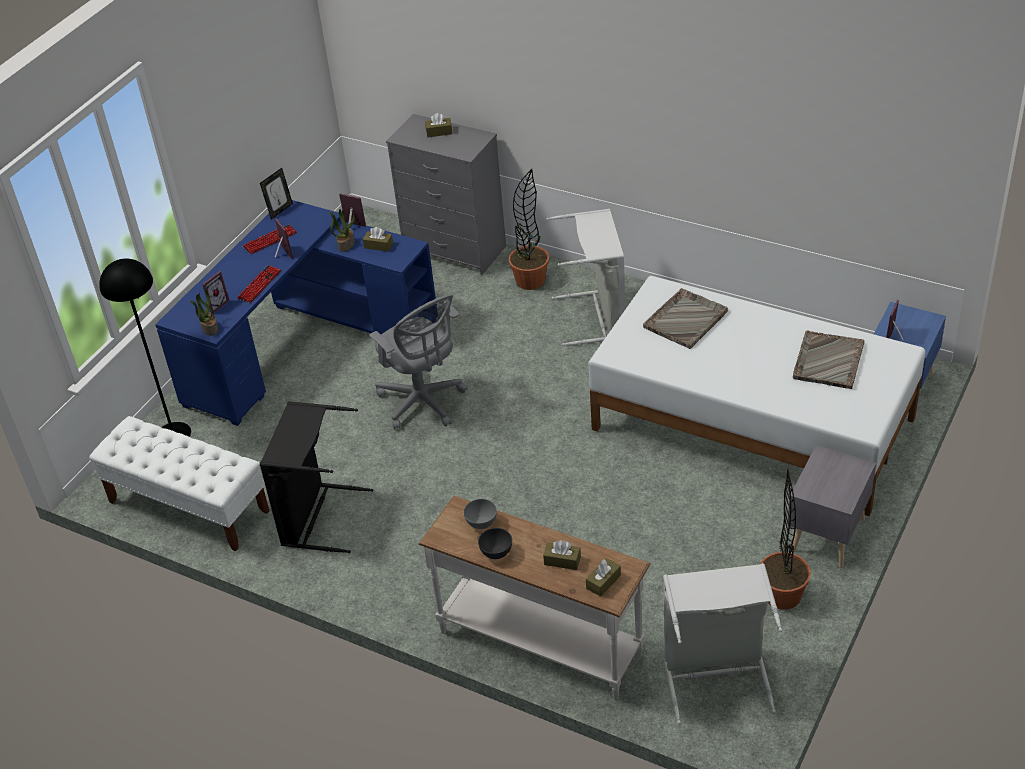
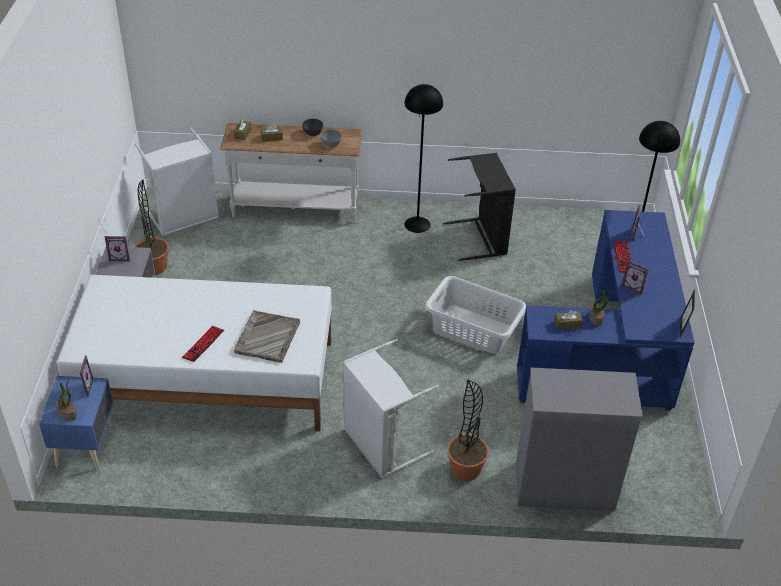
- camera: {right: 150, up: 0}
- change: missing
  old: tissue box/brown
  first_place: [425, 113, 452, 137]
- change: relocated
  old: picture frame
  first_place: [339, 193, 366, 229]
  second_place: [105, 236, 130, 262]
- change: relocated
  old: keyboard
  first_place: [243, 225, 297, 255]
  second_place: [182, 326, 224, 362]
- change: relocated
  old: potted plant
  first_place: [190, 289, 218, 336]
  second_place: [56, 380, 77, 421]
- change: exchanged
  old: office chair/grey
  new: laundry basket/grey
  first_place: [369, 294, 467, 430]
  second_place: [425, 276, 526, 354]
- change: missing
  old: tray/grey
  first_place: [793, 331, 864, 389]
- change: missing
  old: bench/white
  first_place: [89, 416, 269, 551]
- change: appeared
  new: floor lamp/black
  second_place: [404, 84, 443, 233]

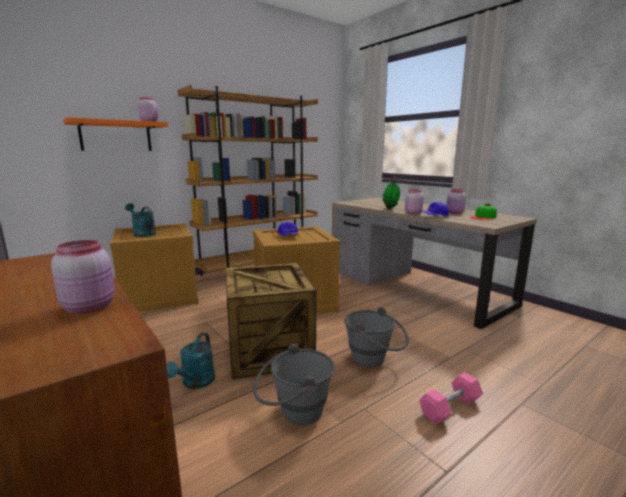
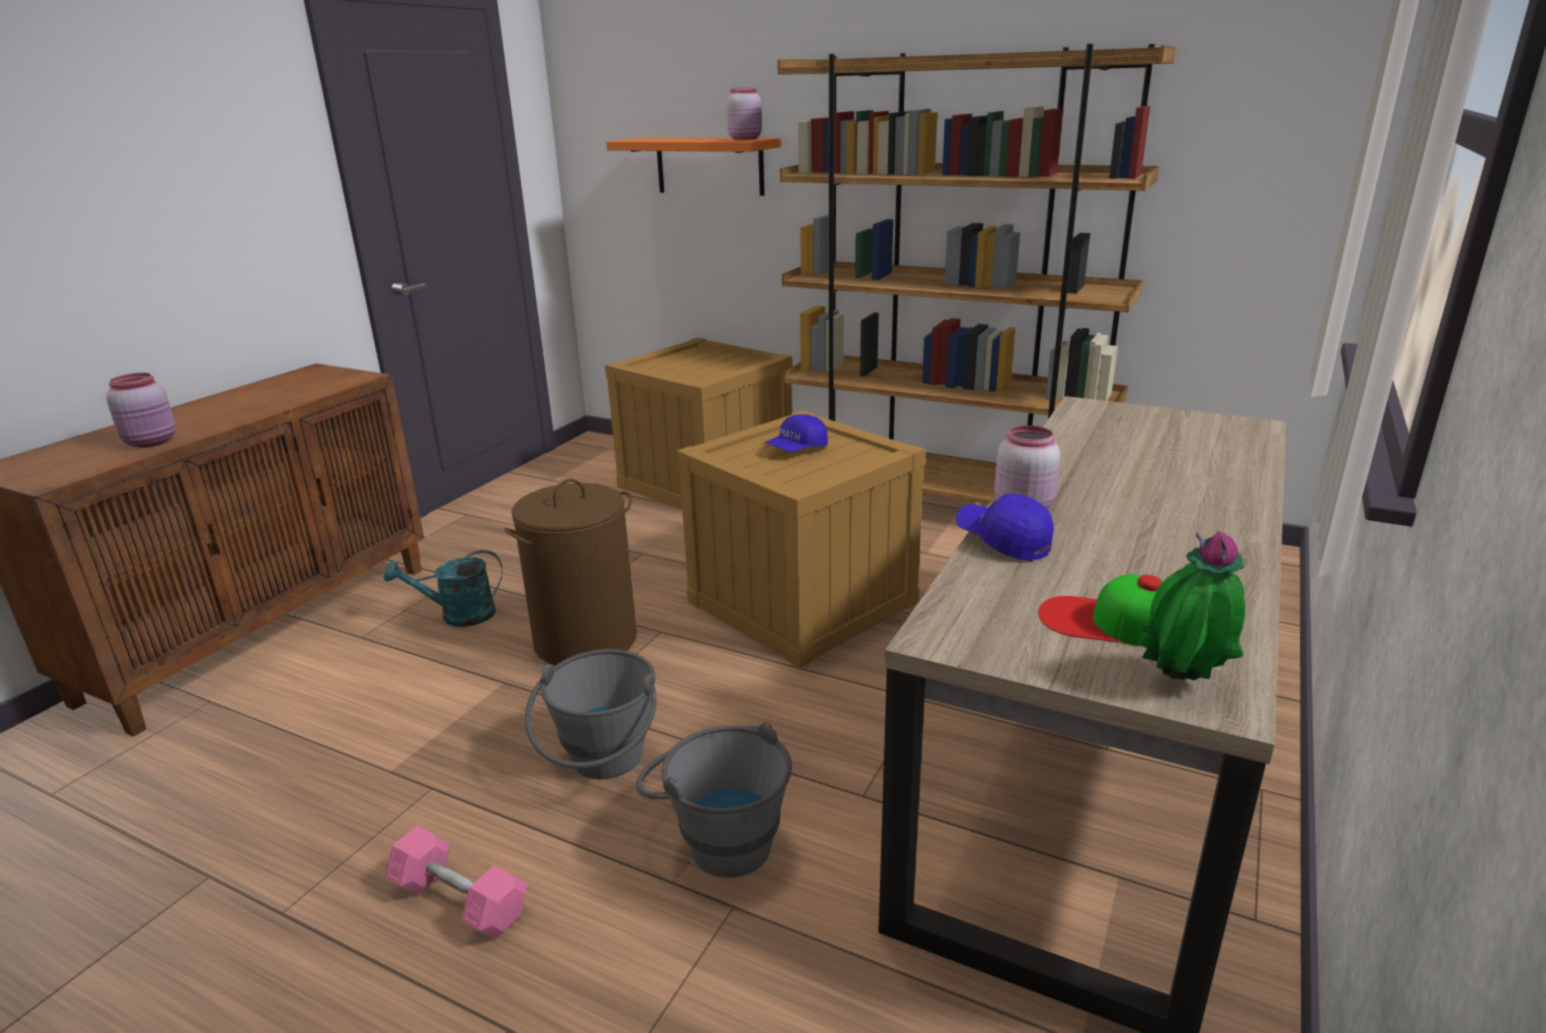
- camera: {right: 65, up: 10}
- change: relocated
  old: potted plant
  first_place: [382, 176, 400, 209]
  second_place: [1139, 531, 1245, 680]
- change: missing
  old: jar/pink
  first_place: [447, 189, 466, 214]
- change: missing
  old: watering can/turquoise
  first_place: [125, 203, 156, 237]
- change: exchanged
  old: crate
  new: laundry basket/brown
  first_place: [226, 263, 316, 379]
  second_place: [504, 479, 637, 666]
- change: relocated
  old: bucket/grey
  first_place: [253, 344, 335, 425]
  second_place: [636, 722, 792, 878]

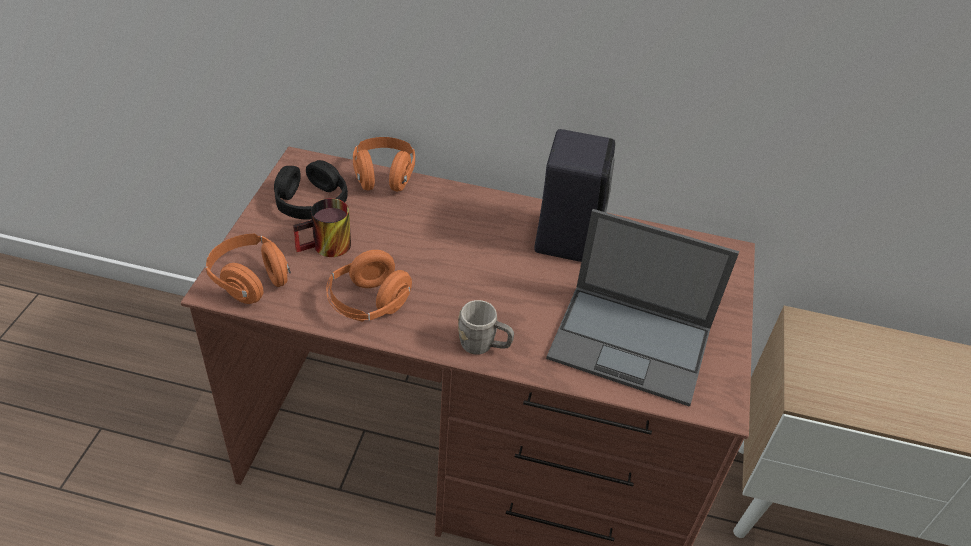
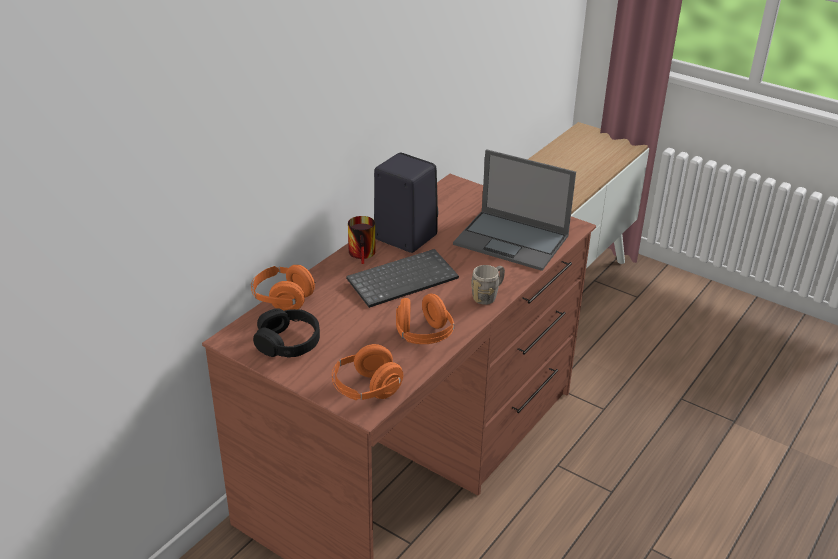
- camera: {right: -65, up: -10}
- change: relocated
  old: mug
  first_place: [293, 198, 351, 257]
  second_place: [348, 216, 376, 264]
- change: spun
  old: laptop
  first_place: [546, 209, 739, 407]
  second_place: [453, 149, 576, 271]
  degrees: 75
- change: appeared
  new: keyboard
  second_place: [346, 249, 459, 308]

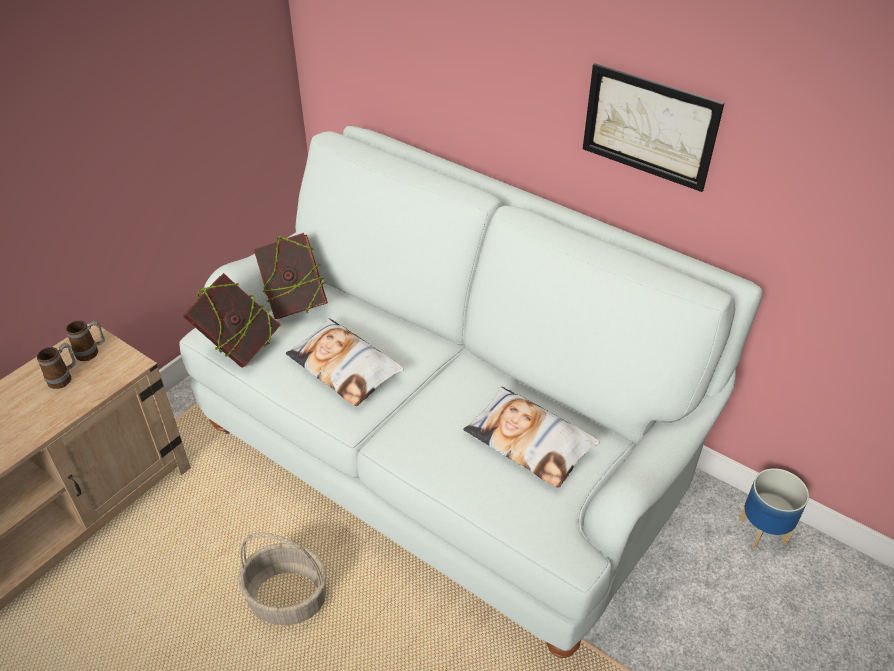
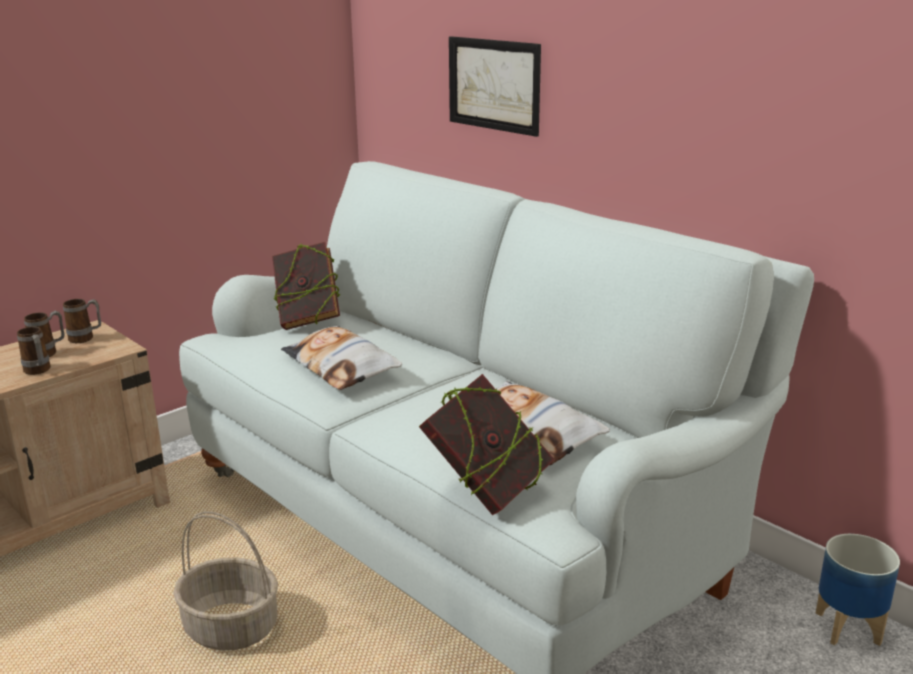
- camera: {right: 10, up: -20}
- change: relocated
  old: picture
  first_place: [583, 64, 724, 192]
  second_place: [449, 36, 541, 137]
- change: relocated
  old: book
  first_place: [183, 273, 280, 368]
  second_place: [419, 374, 555, 515]
- change: appeared
  new: mug
  second_place: [17, 327, 51, 375]

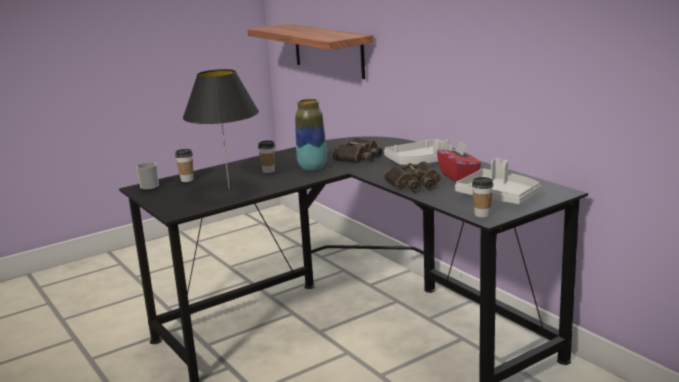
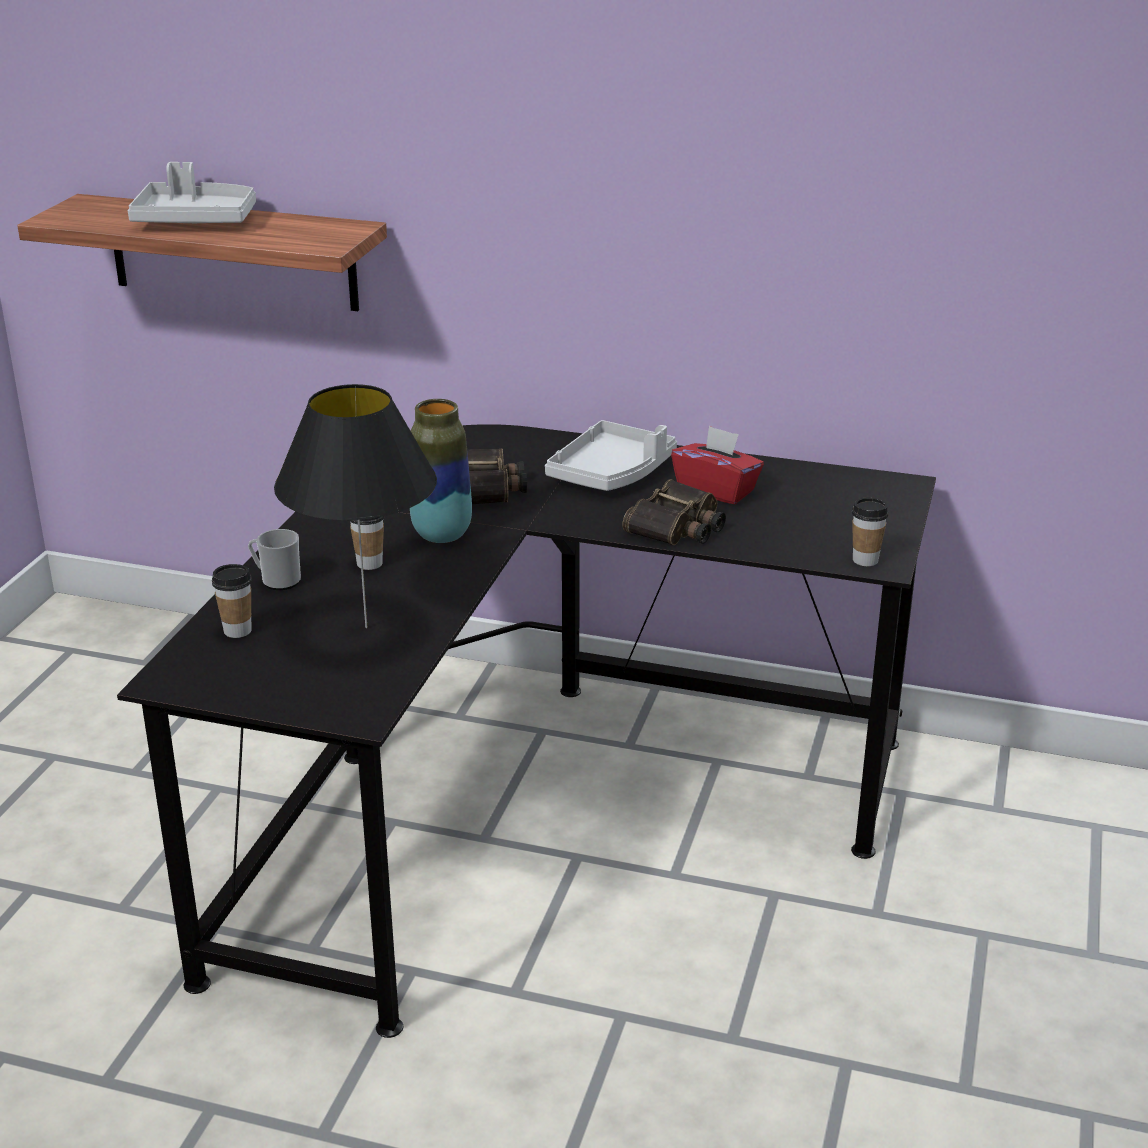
- camera: {right: -40, up: 10}
- change: relocated
  old: tray/grey
  first_place: [455, 158, 540, 205]
  second_place: [127, 162, 256, 223]
- change: relocated
  old: mug
  first_place: [136, 162, 159, 191]
  second_place: [248, 529, 301, 590]

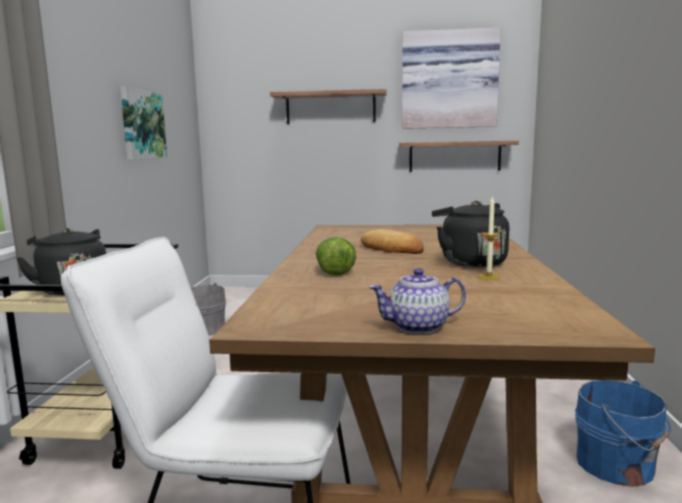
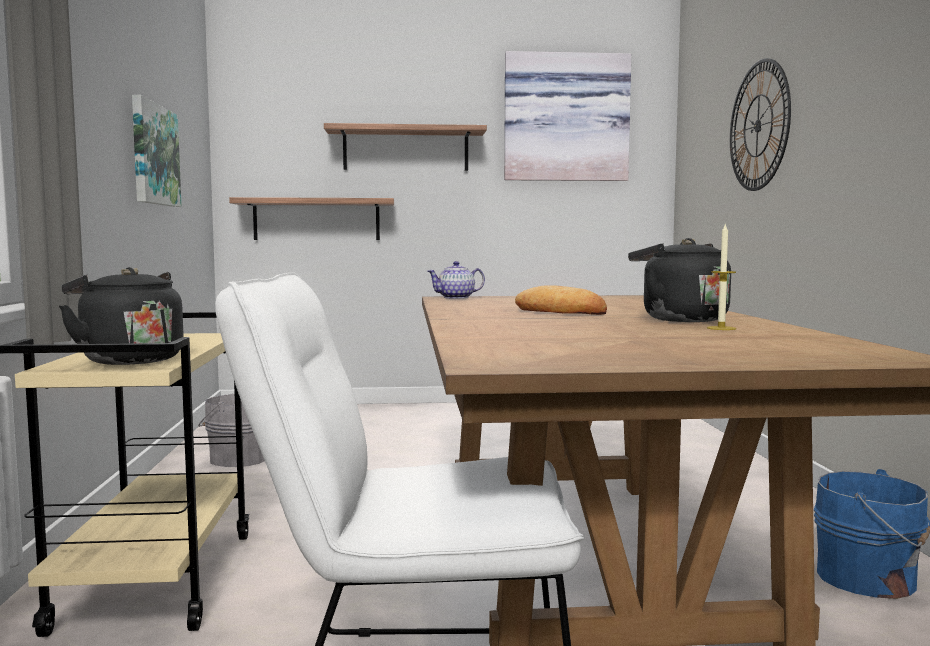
- camera: {right: -10, up: -5}
- change: relocated
  old: shelf
  first_place: [399, 141, 519, 172]
  second_place: [229, 197, 394, 240]
- change: missing
  old: lettuce
  first_place: [316, 237, 356, 276]
- change: relocated
  old: teapot
  first_place: [369, 268, 466, 334]
  second_place: [427, 261, 485, 299]
- change: appeared
  new: wall clock
  second_place: [730, 58, 791, 191]

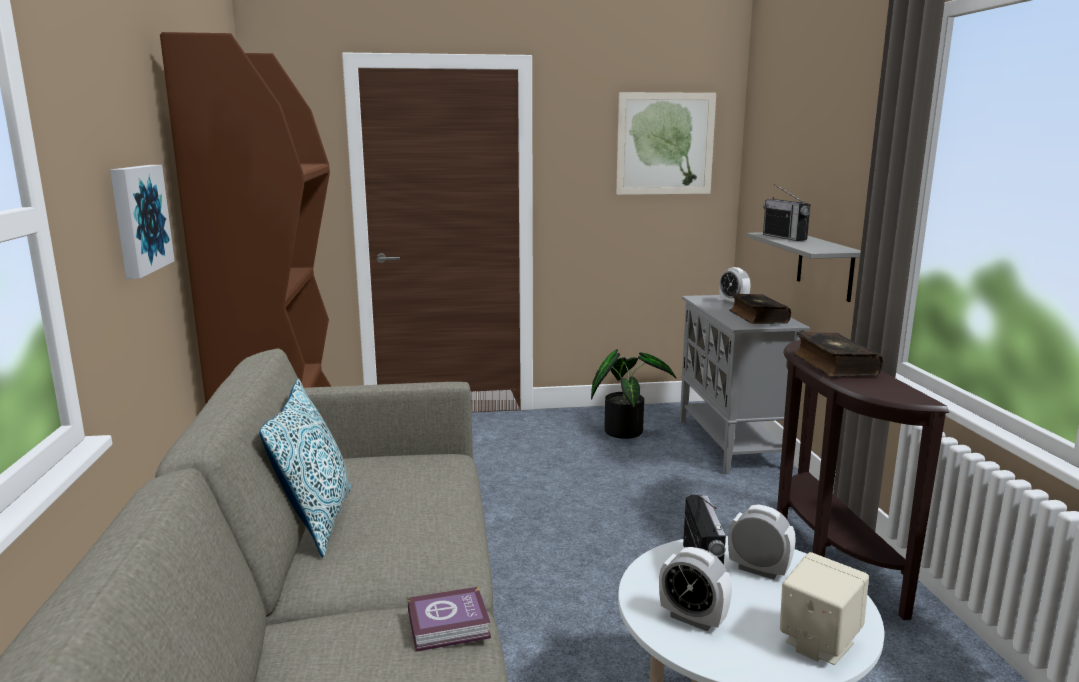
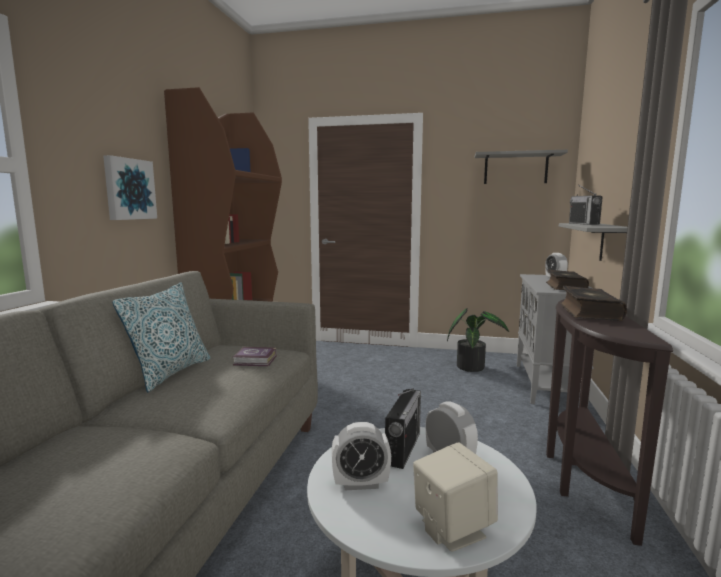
- camera: {right: 20, up: -5}
- change: exchanged
  old: picture
  new: shelf/grey
  first_place: [616, 92, 716, 195]
  second_place: [475, 150, 568, 184]
- change: spun
  old: alarm clock
  first_place: [659, 547, 732, 632]
  second_place: [332, 422, 391, 490]
  degrees: -60
- change: relocated
  old: book
  first_place: [408, 587, 491, 652]
  second_place: [233, 347, 276, 366]

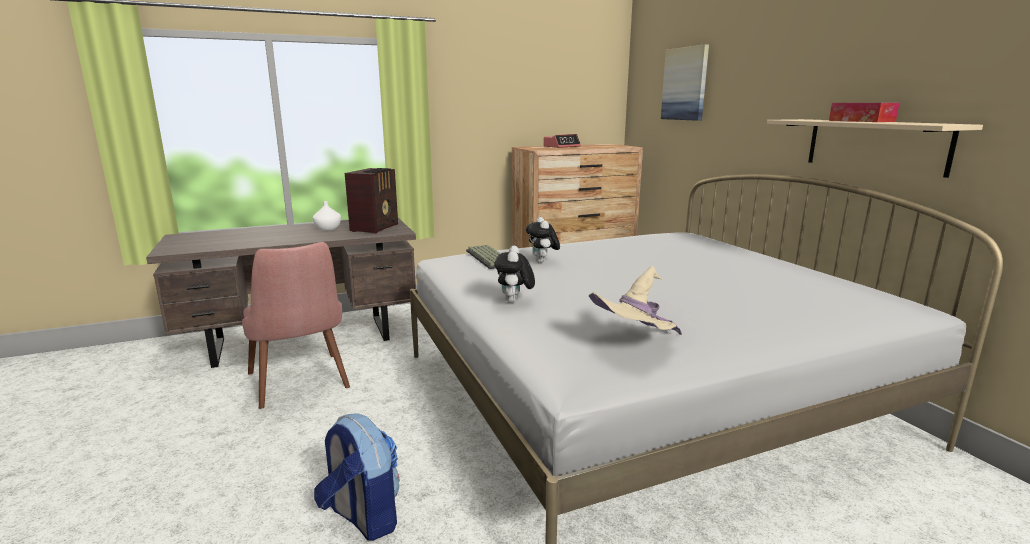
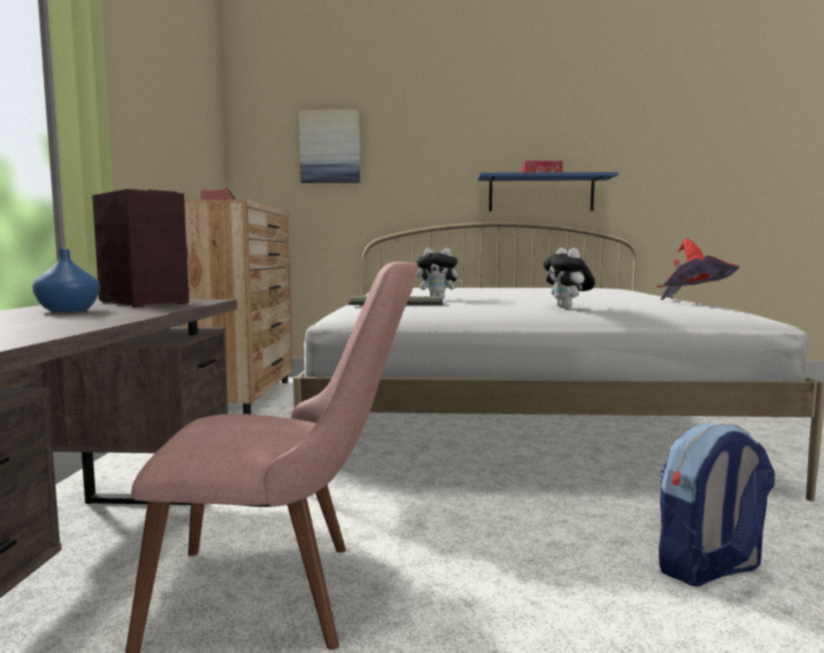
- camera: {right: -65, up: -10}
- change: colour
  old: shelf/beige
  new: shelf/blue
  first_place: [767, 119, 983, 178]
  second_place: [477, 172, 618, 211]
- change: colour
  old: vase/white
  new: vase/blue
  first_place: [313, 201, 341, 231]
  second_place: [32, 250, 100, 312]
- change: spun
  old: plush toy
  first_place: [494, 246, 535, 303]
  second_place: [543, 248, 595, 308]
  degrees: 45
- change: colour
  old: hat/beige
  new: hat/red
  first_place: [589, 266, 682, 335]
  second_place: [654, 238, 740, 300]

